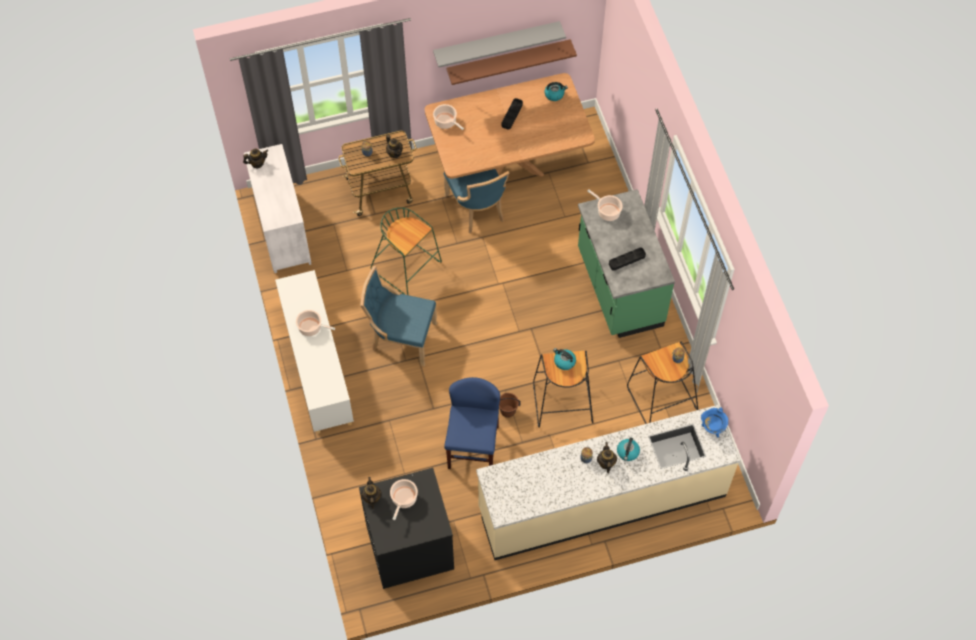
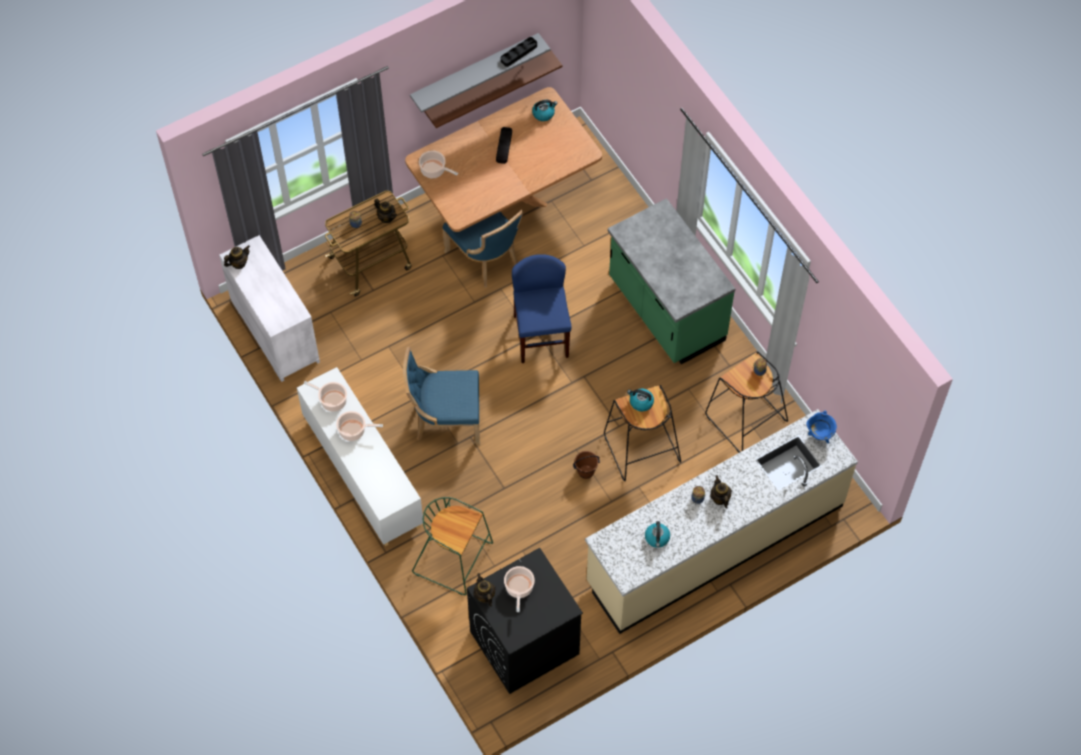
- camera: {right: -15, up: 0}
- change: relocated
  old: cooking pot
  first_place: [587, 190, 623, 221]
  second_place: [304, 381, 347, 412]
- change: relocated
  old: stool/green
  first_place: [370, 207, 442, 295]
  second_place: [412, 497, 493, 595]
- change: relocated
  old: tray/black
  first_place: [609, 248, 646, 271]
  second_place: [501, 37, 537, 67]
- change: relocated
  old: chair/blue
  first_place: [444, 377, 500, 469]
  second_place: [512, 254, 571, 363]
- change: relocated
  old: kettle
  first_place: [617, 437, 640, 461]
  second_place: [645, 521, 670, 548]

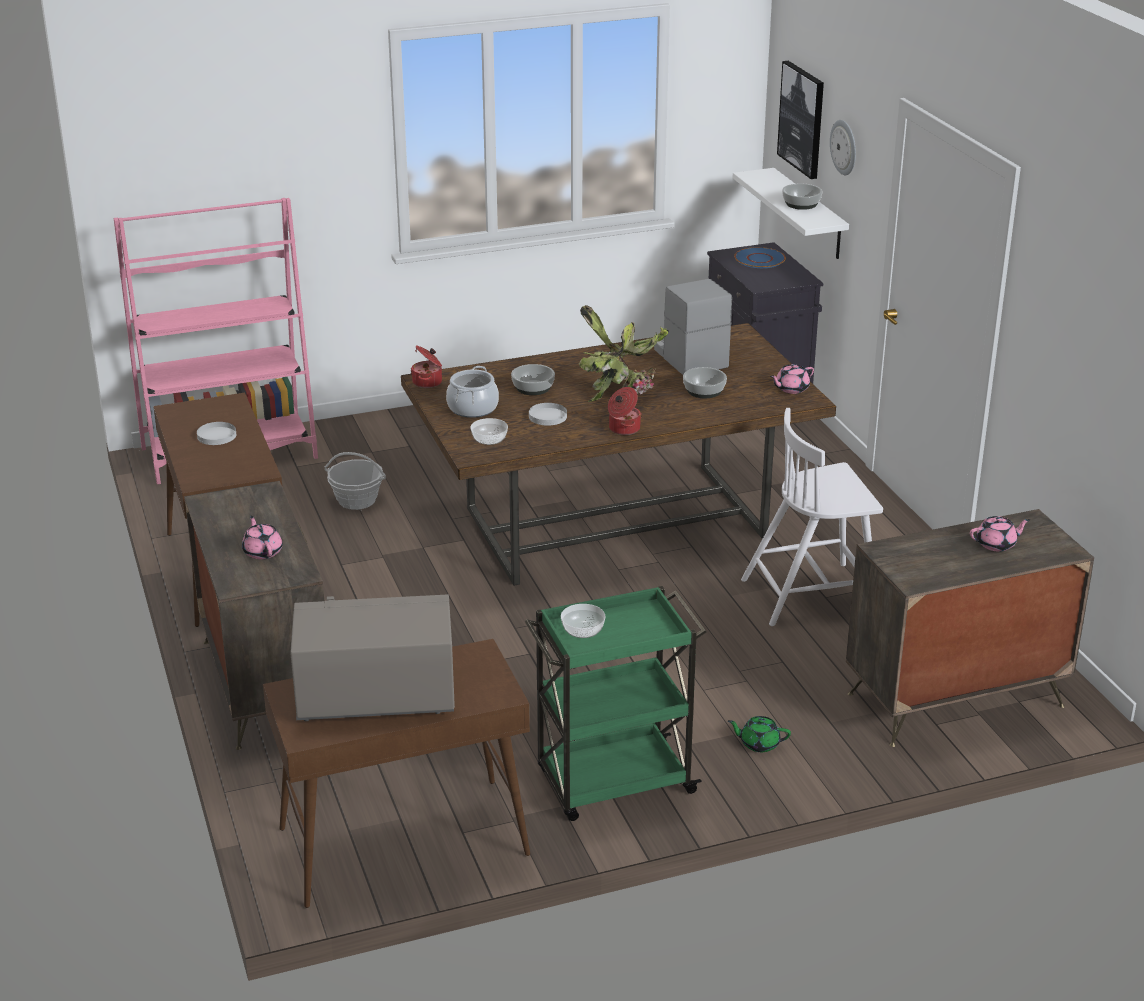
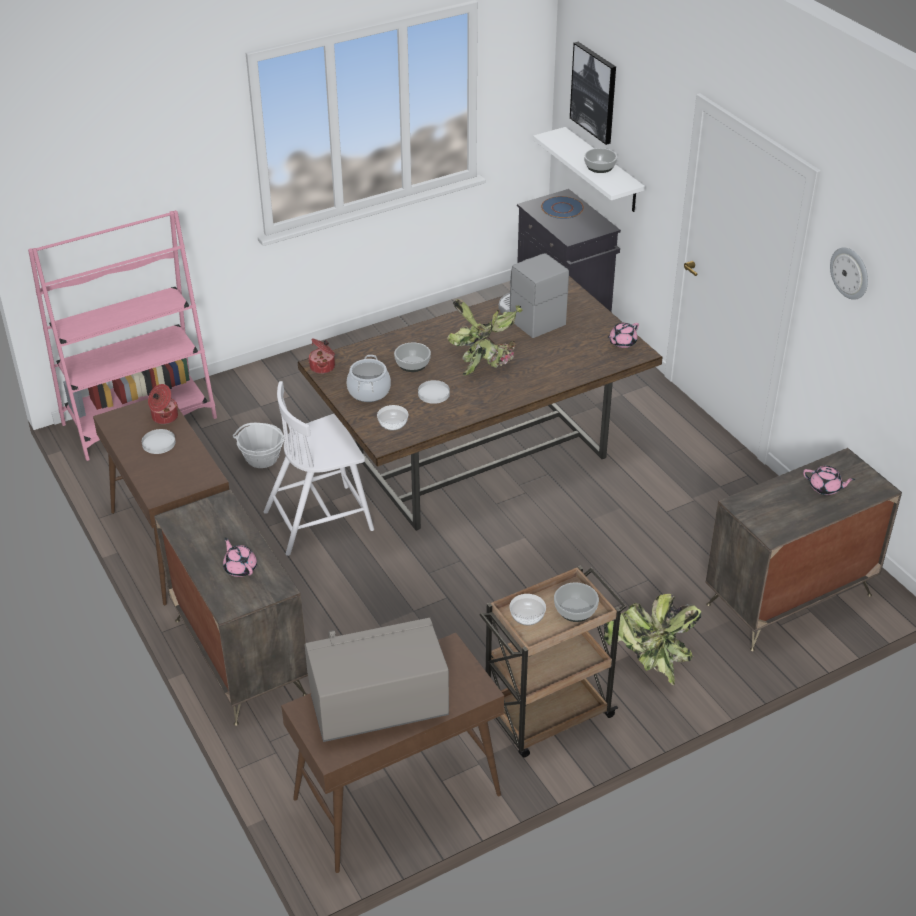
- camera: {right: -10, up: 10}
- change: relocated
  old: wall clock
  first_place: [830, 120, 856, 175]
  second_place: [830, 248, 868, 300]
- change: relocated
  old: bowl
  first_place: [683, 367, 727, 398]
  second_place: [554, 582, 599, 622]
- change: relocated
  old: cooking pot
  first_place: [608, 387, 642, 435]
  second_place: [148, 384, 178, 424]
- change: relocated
  old: chair/white
  first_place: [741, 408, 883, 626]
  second_place: [264, 381, 374, 556]
- change: spun
  old: teapot/pink
  first_place: [970, 516, 1030, 552]
  second_place: [803, 466, 855, 495]
  degrees: 45
- change: colour
  old: cart/green
  new: cart/brown
  first_place: [525, 586, 707, 821]
  second_place: [480, 566, 627, 758]
- change: exchanged
  old: teapot/green
  new: potted plant
  first_place: [728, 716, 791, 752]
  second_place: [604, 594, 701, 685]

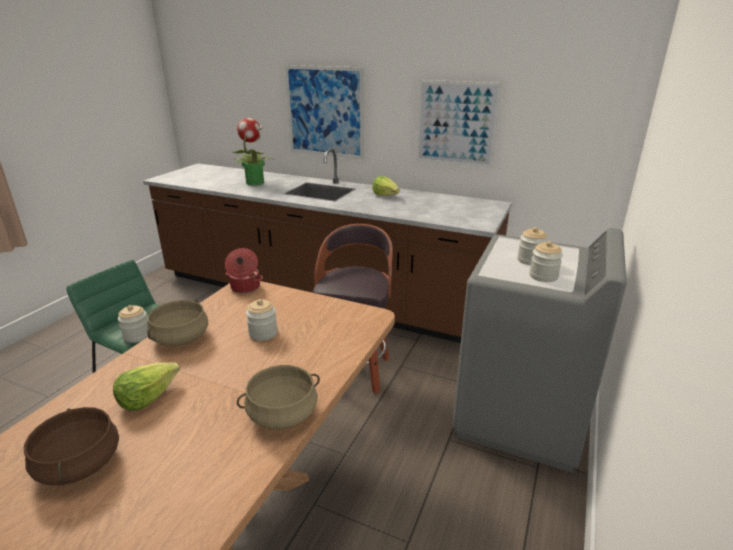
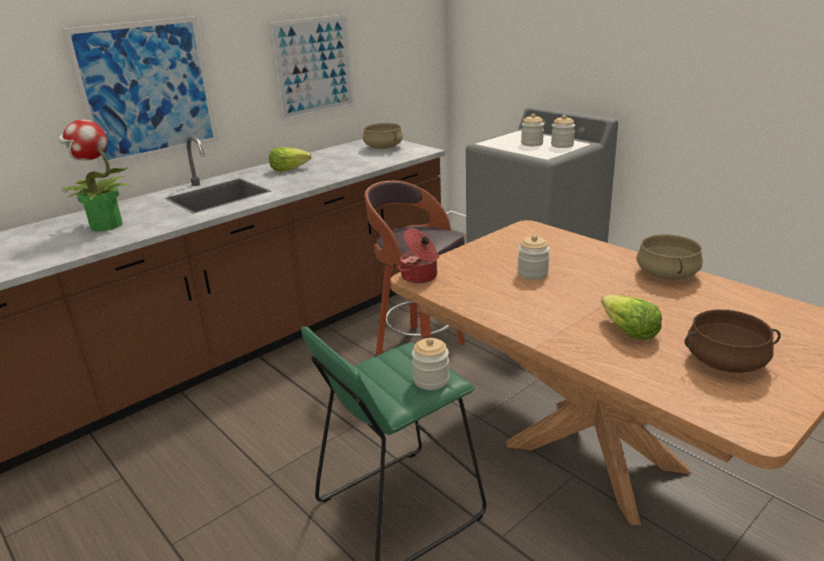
- camera: {right: -65, up: 0}
- change: relocated
  old: cooking pot/beige
  first_place: [147, 300, 208, 346]
  second_place: [363, 123, 403, 149]

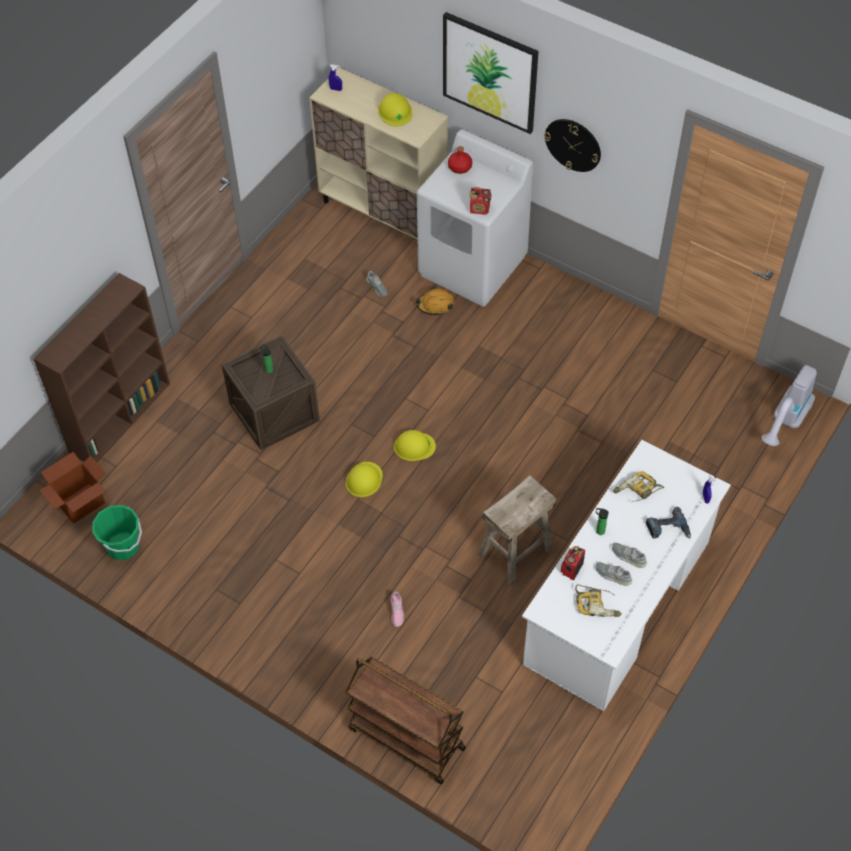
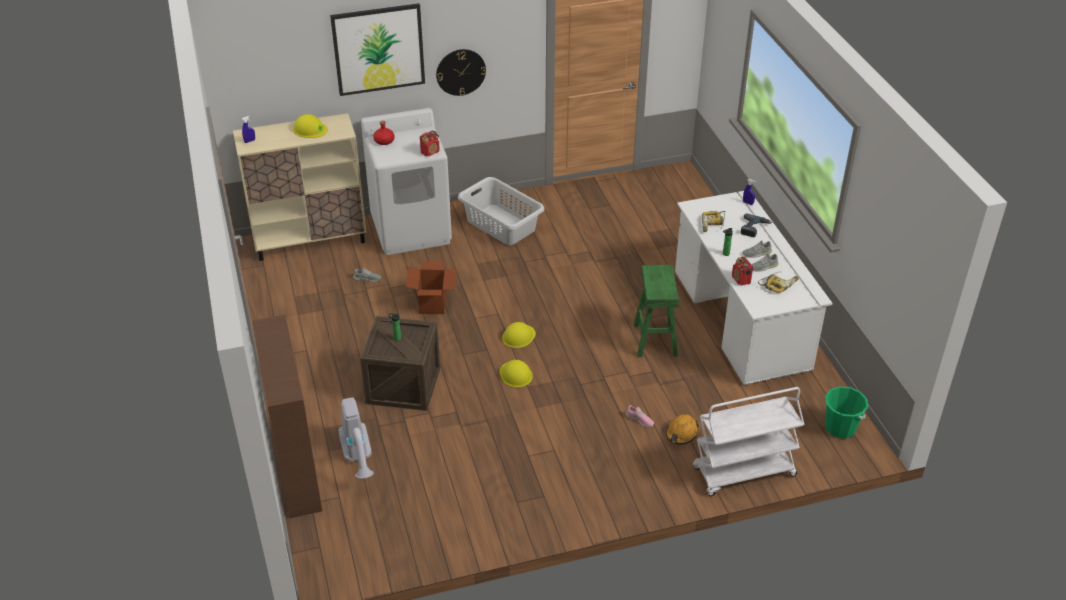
- camera: {right: -50, up: -15}
- change: relocated
  old: hard hat/orange
  first_place: [415, 289, 454, 315]
  second_place: [666, 414, 699, 445]
- change: relocated
  old: vacuum cleaner
  first_place: [761, 365, 817, 446]
  second_place: [339, 397, 374, 479]
- change: relocated
  old: cardboard box
  first_place: [39, 452, 106, 523]
  second_place: [406, 261, 457, 314]
- change: colour
  old: stool/beige
  new: stool/green
  first_place: [478, 475, 556, 586]
  second_place: [634, 265, 679, 357]
- change: relocated
  old: bucket/green
  first_place: [92, 505, 142, 560]
  second_place: [825, 386, 868, 439]
- change: colour
  old: cart/brown
  new: cart/white
  first_place: [345, 657, 466, 784]
  second_place: [693, 387, 804, 496]
- change: appeared
  new: laundry basket/grey
  second_place: [458, 177, 545, 245]

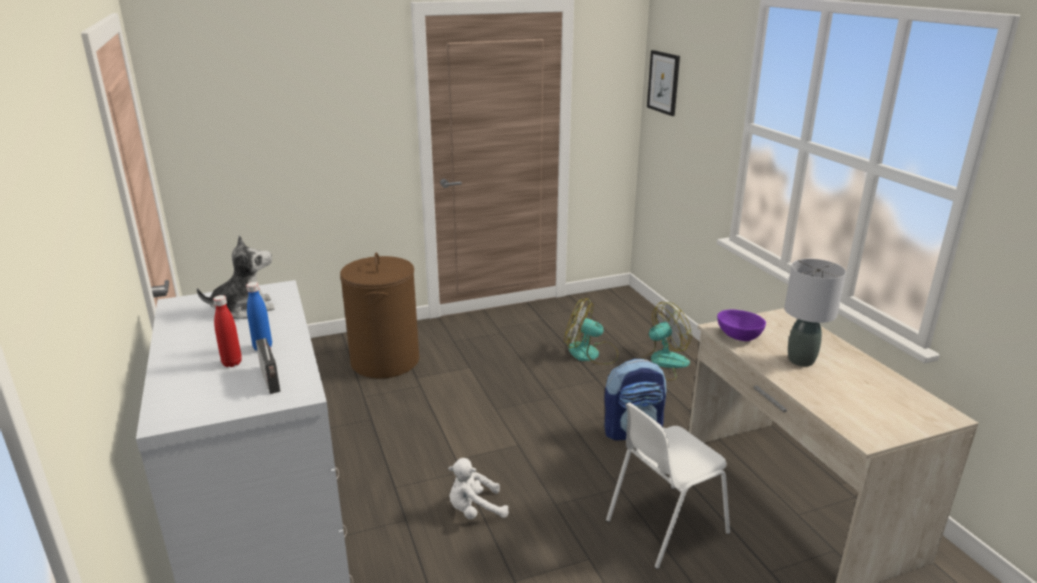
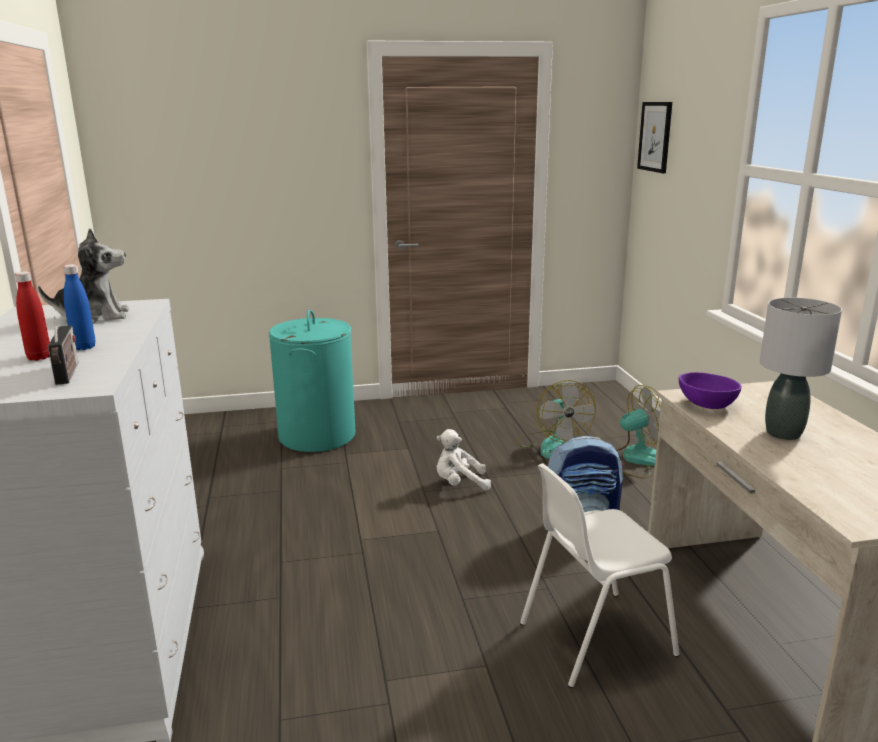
- camera: {right: 10, up: -5}
- change: colour
  old: laundry basket/brown
  new: laundry basket/turquoise
  first_place: [340, 253, 419, 378]
  second_place: [269, 310, 355, 452]
- change: spun
  old: fan
  first_place: [564, 298, 618, 365]
  second_place: [516, 380, 596, 459]
  degrees: -135
- change: relocated
  old: plush toy/white
  first_place: [448, 458, 509, 519]
  second_place: [436, 429, 491, 490]

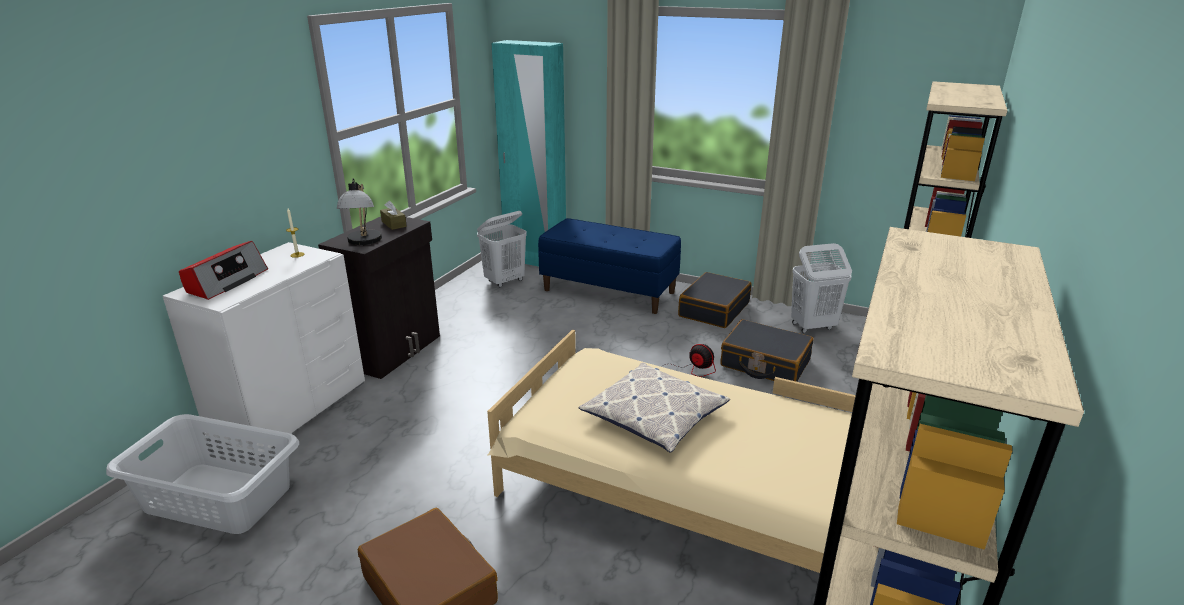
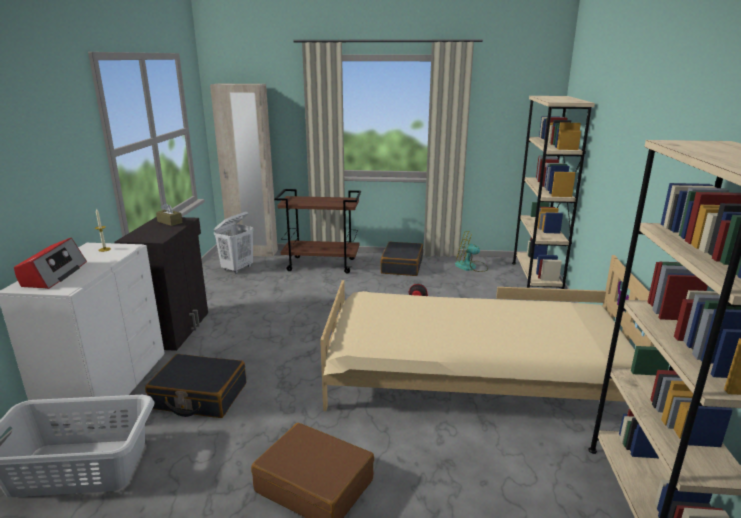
- camera: {right: -20, up: -5}
- change: colour
  old: wardrobe/turquoise
  new: wardrobe/beige
  first_place: [491, 40, 566, 267]
  second_place: [210, 84, 278, 257]
- change: missing
  old: table lamp
  first_place: [337, 178, 382, 245]
- change: exchanged
  old: bench/blue
  new: cart/brown
  first_place: [538, 218, 681, 314]
  second_place: [274, 189, 361, 273]
- change: exchanged
  old: laundry basket/white
  new: fan
  first_place: [791, 243, 852, 333]
  second_place: [455, 231, 488, 272]
- change: relocated
  old: suitcase/black
  first_place: [720, 319, 814, 382]
  second_place: [145, 354, 246, 418]
- change: missing
  old: pillow
  first_place: [578, 363, 730, 453]

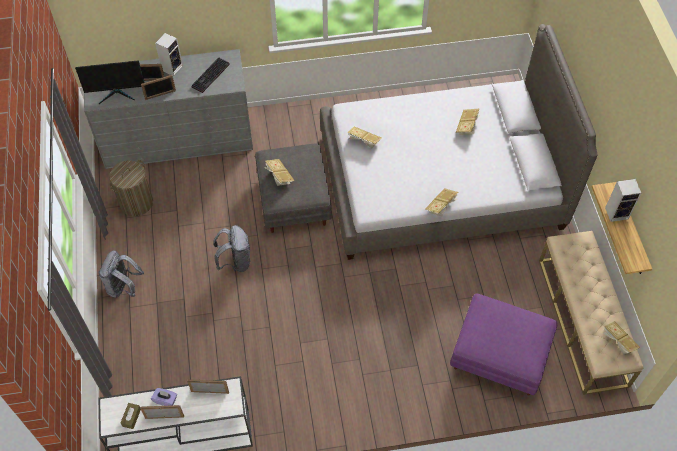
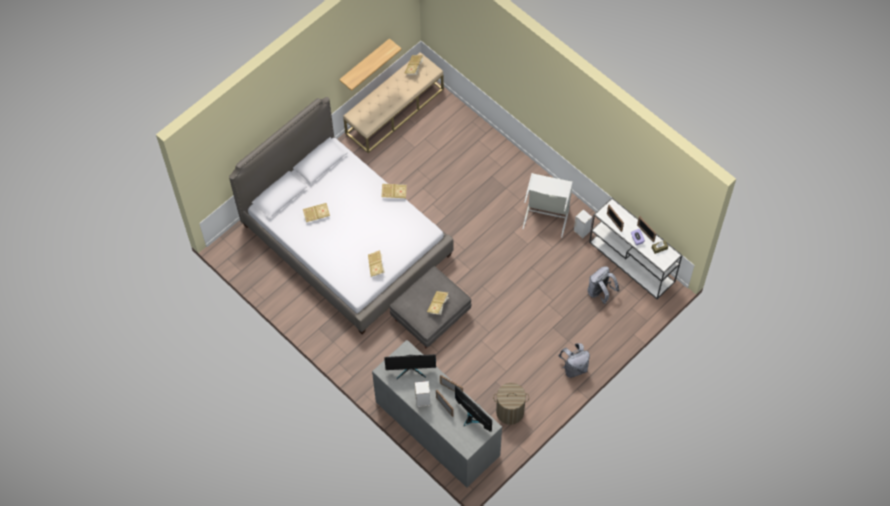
- camera: {right: -125, up: 5}
- change: exchanged
  old: keyboard
  new: monitor
  first_place: [191, 57, 230, 93]
  second_place: [384, 354, 436, 379]
- change: relocated
  old: speaker
  first_place: [605, 179, 642, 222]
  second_place: [574, 209, 593, 238]
- change: relocated
  old: backpack/grey
  first_place: [213, 225, 251, 272]
  second_place: [588, 266, 620, 304]
- change: missing
  old: ottoman/purple
  first_place: [450, 294, 557, 396]
- change: appeared
  new: laundry basket/grey
  second_place: [522, 173, 573, 238]

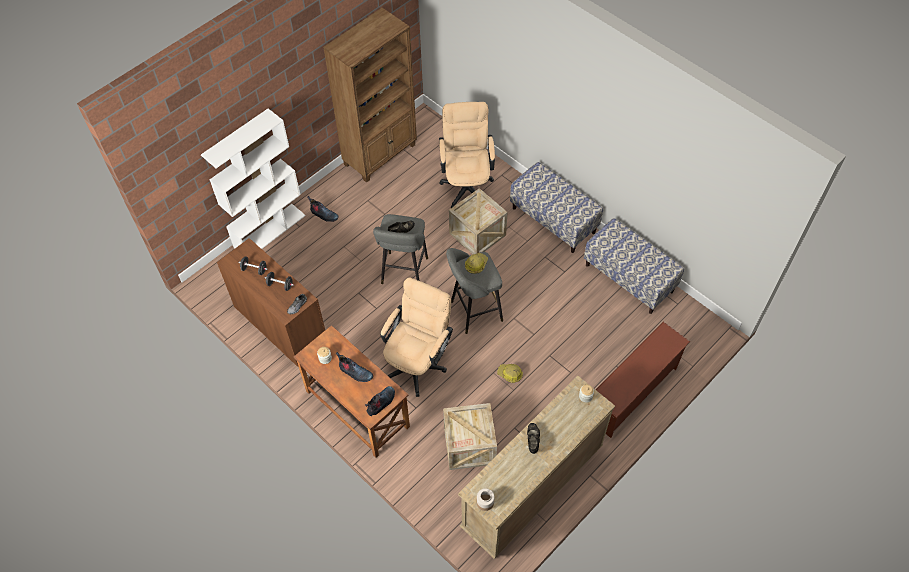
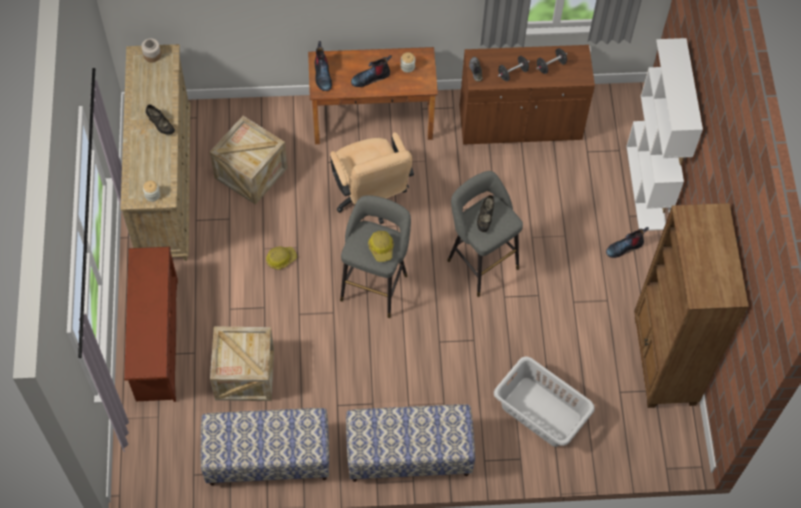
- camera: {right: 130, up: 5}
- change: exchanged
  old: office chair/beige
  new: laundry basket/grey
  first_place: [439, 102, 495, 208]
  second_place: [494, 357, 595, 447]
- change: relocated
  old: crate
  first_place: [449, 188, 508, 254]
  second_place: [210, 326, 274, 401]

